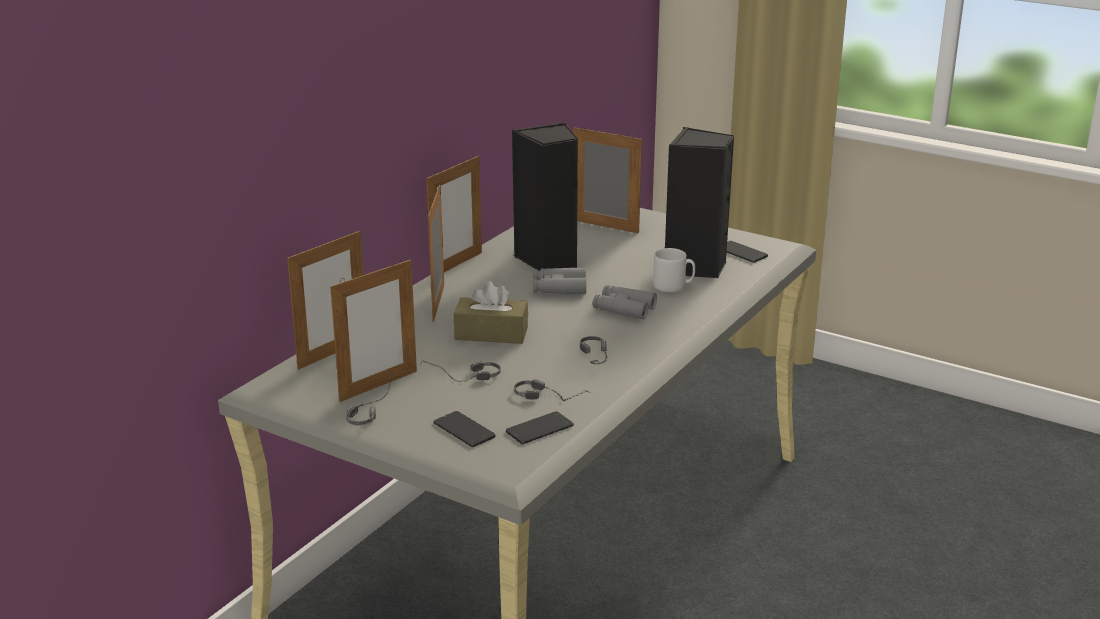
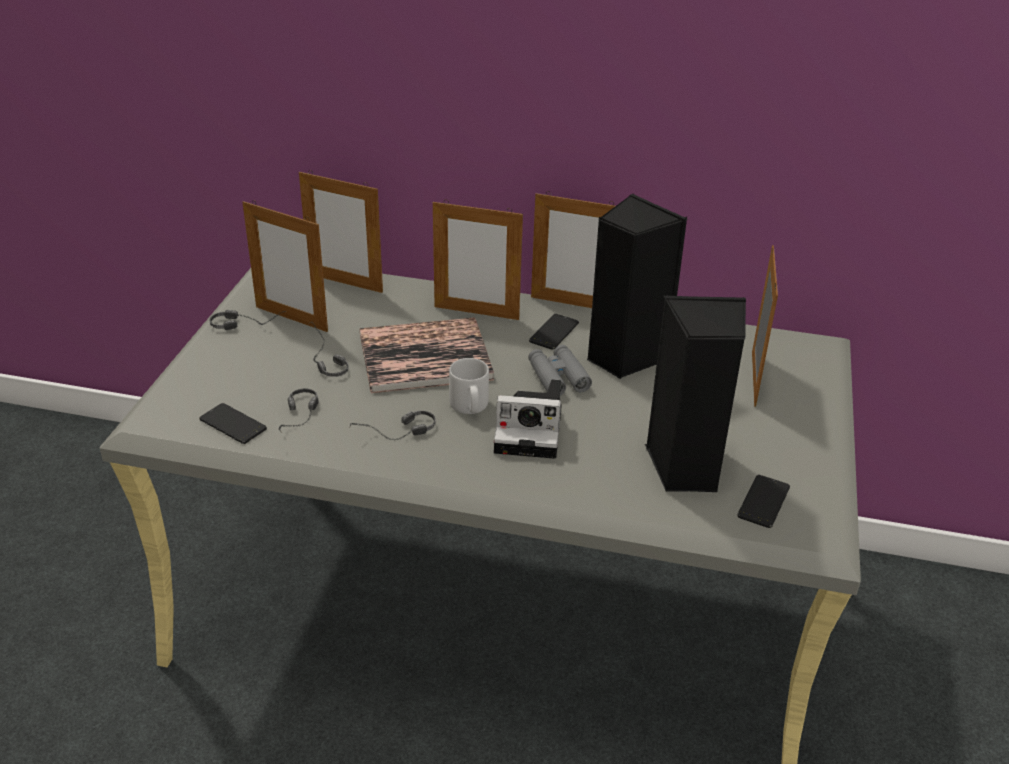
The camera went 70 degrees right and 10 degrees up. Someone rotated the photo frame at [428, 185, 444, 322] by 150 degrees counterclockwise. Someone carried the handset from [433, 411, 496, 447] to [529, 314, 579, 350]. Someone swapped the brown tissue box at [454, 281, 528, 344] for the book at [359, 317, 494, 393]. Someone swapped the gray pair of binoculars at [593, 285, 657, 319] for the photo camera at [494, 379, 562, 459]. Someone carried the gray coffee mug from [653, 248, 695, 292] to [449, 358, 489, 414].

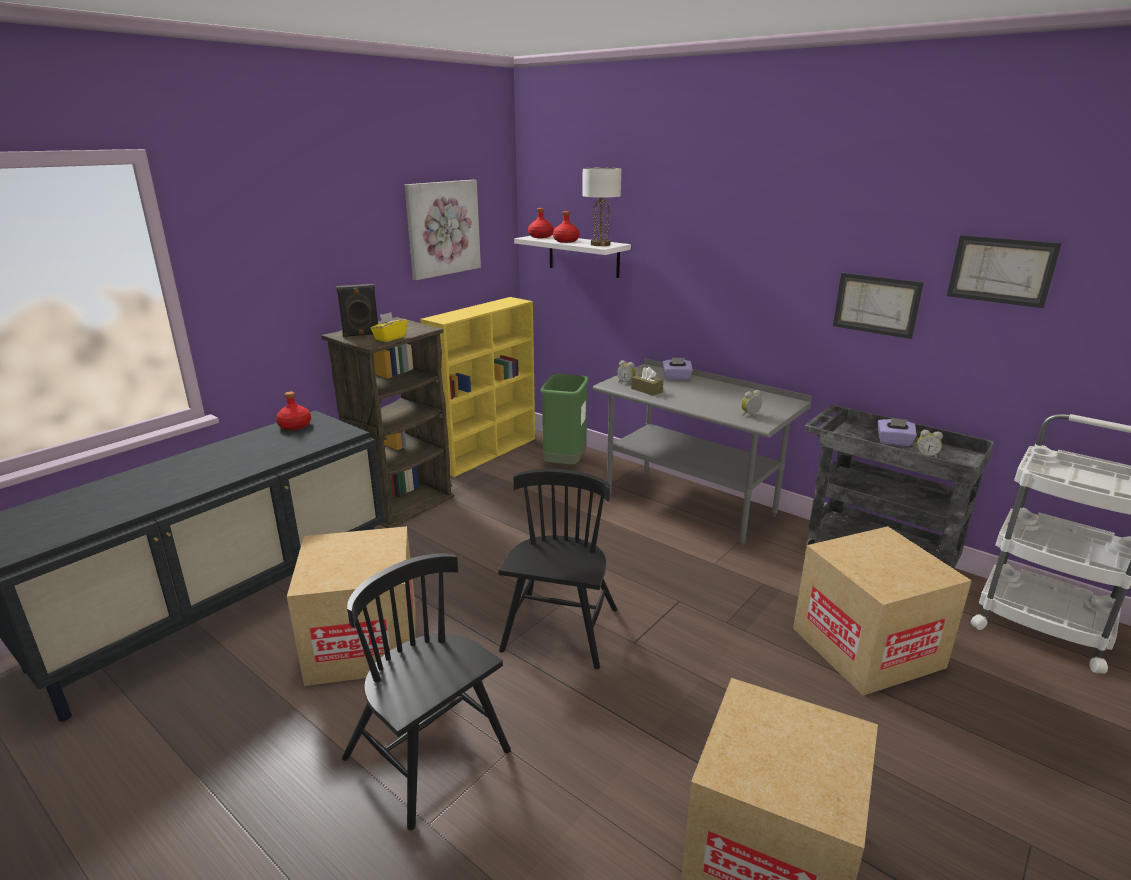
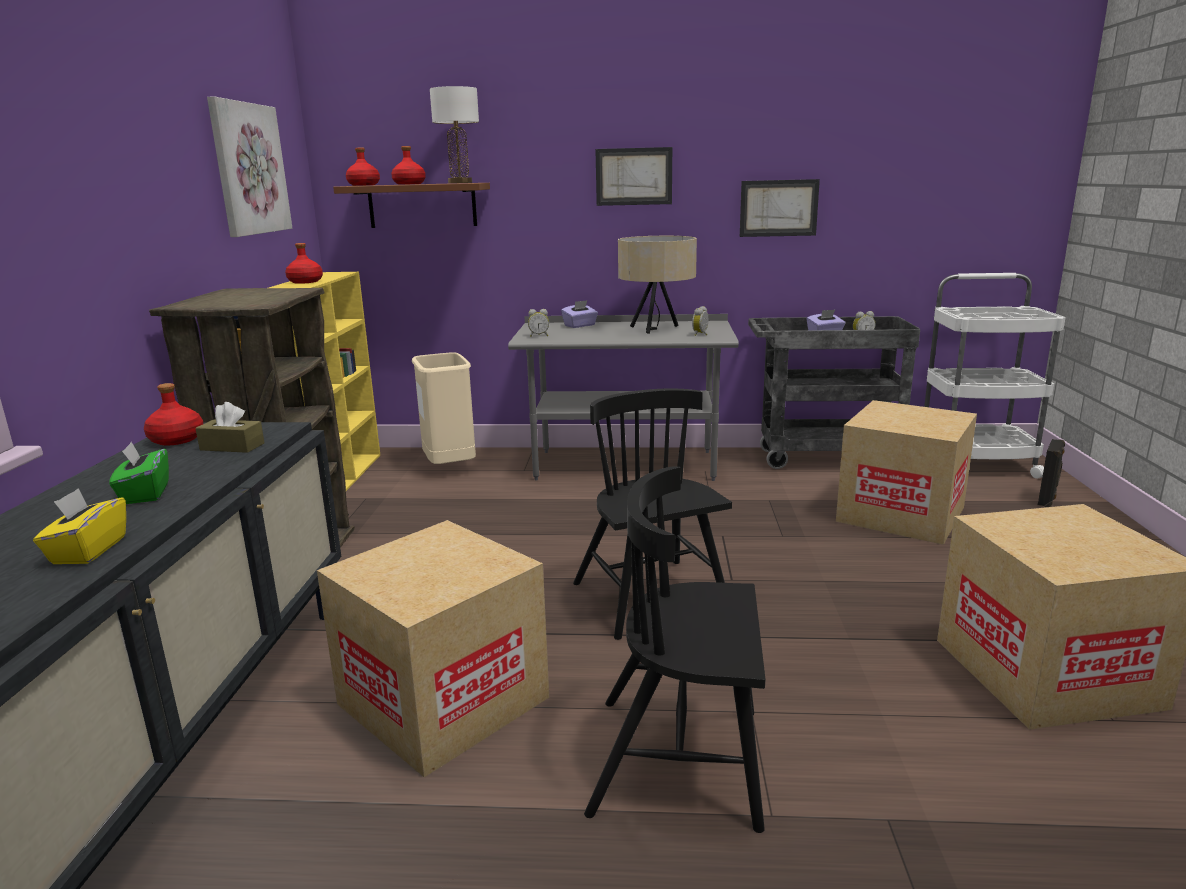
The camera went 35 degrees left and 5 degrees down. Someone carried the black-coloured audio speaker from [336, 284, 378, 337] to [1038, 439, 1065, 507]. Someone carried the yellow-coloured tissue box from [370, 312, 407, 342] to [33, 488, 126, 564]. Someone repainted the white-coloured wall shelf at [514, 235, 631, 278], which became the brown wall shelf at [333, 183, 490, 228]. Someone repainted the green-coloured waste bin at [540, 374, 589, 465], which became the sand-coloured waste bin at [412, 352, 476, 464]. Someone carried the brown tissue box from [631, 367, 663, 396] to [195, 402, 264, 453]. Someone carried the wall picture from [947, 235, 1062, 308] to [595, 147, 672, 206]. Someone put down the green-coloured tissue box at [109, 442, 169, 504]. Someone put down the red bottle at [285, 243, 323, 284]. Someone put down the sand-coloured lamp for a table at [618, 236, 697, 334].

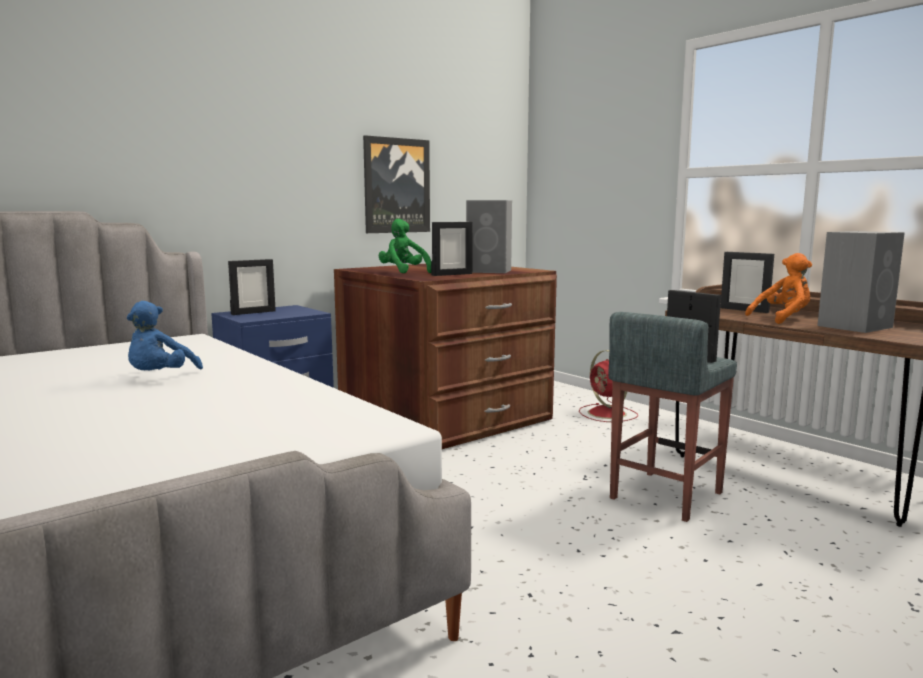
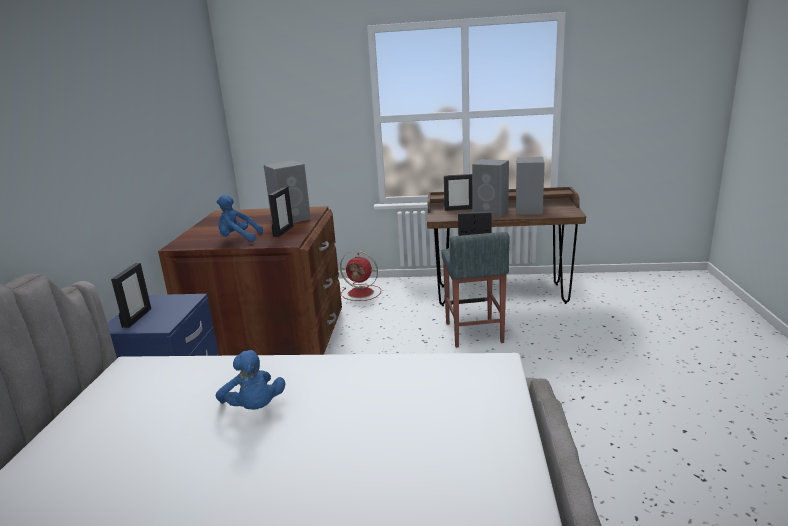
The camera went 45 degrees left and 10 degrees up. Someone took away the wall picture at [363, 135, 430, 233]. Someone repainted the green-coloured plush toy at [379, 219, 431, 273], which became the bluish plush toy at [216, 195, 263, 242]. Someone swapped the orange plush toy at [745, 253, 812, 324] for the gray audio speaker at [472, 159, 509, 217].

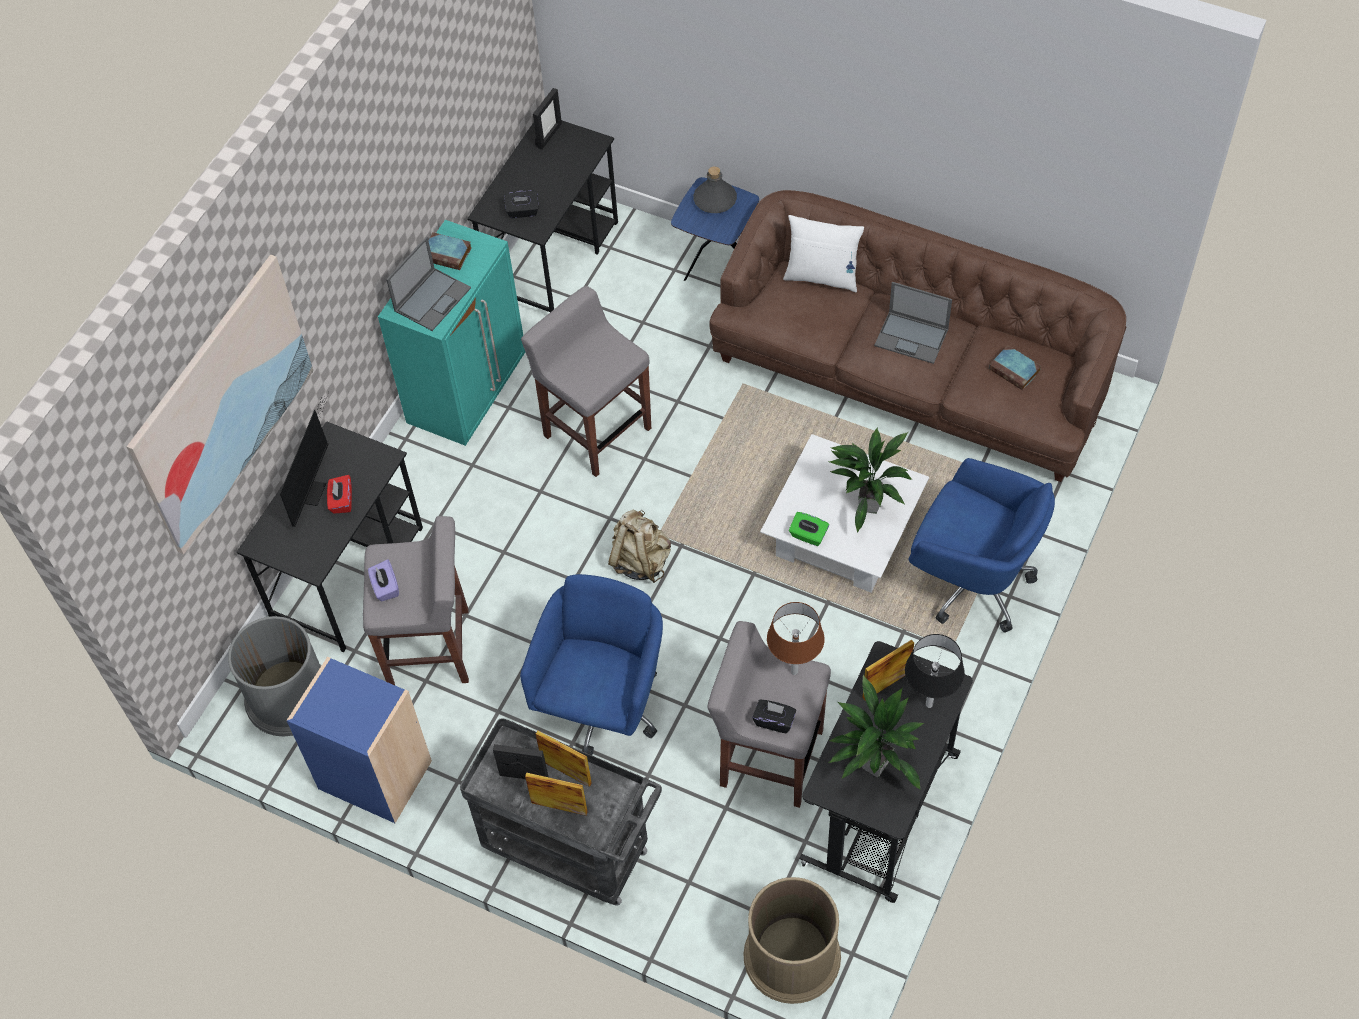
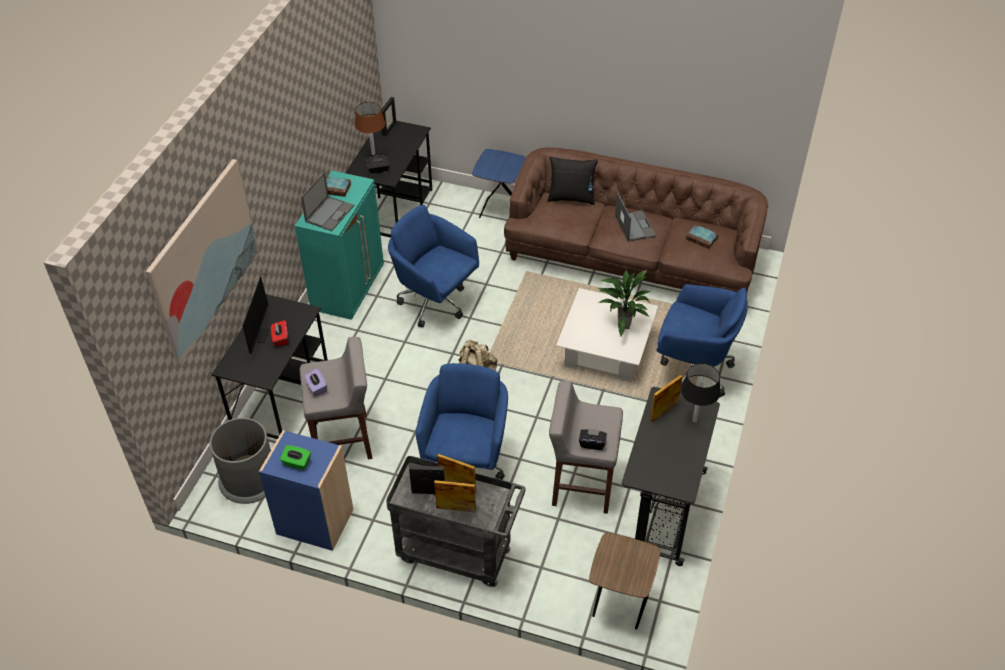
The camera went 10 degrees left and 10 degrees down. Someone swapped the gray sitting stool at [521, 286, 651, 477] for the bluish desk chair at [388, 205, 479, 328]. Someone took away the gray bottle at [693, 166, 737, 213]. Someone swapped the brown waste bin at [743, 877, 841, 1004] for the brown accent table at [589, 533, 660, 630]. Someone carried the brown lamp for a table from [767, 602, 825, 675] to [354, 102, 385, 155]. Someone repainted the white-coloured pillow at [783, 215, 864, 292], which became the black-coloured pillow at [547, 156, 598, 205]. Someone carried the green-coloured tissue box from [789, 512, 829, 546] to [280, 445, 311, 470]. Someone took away the plant in a pot at [829, 675, 924, 789]. Someone rotated the laptop at [874, 282, 952, 364] by 120 degrees counterclockwise.

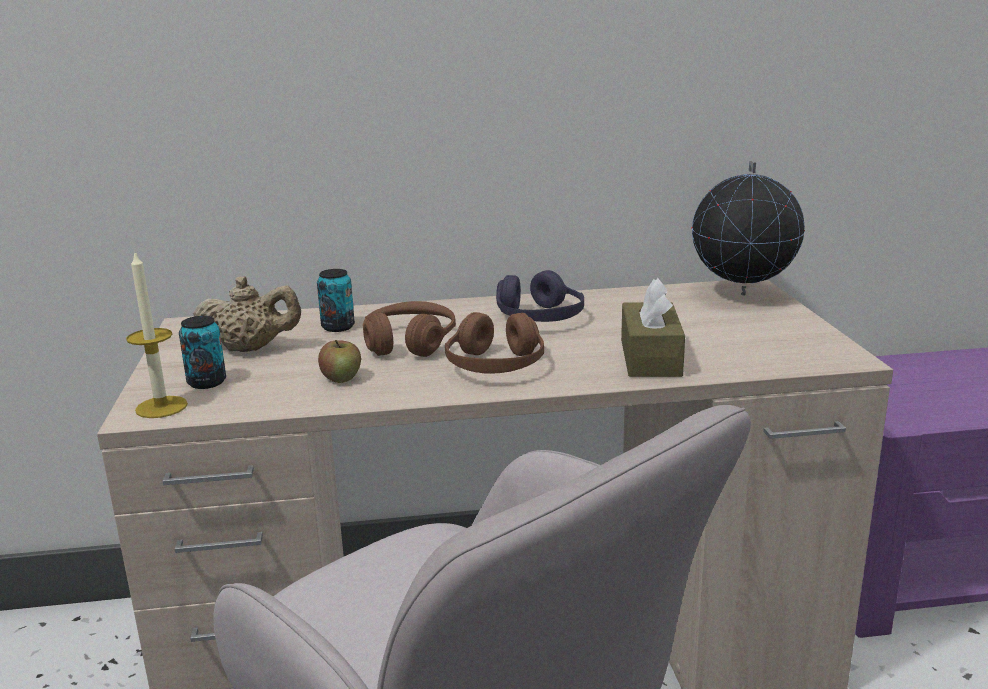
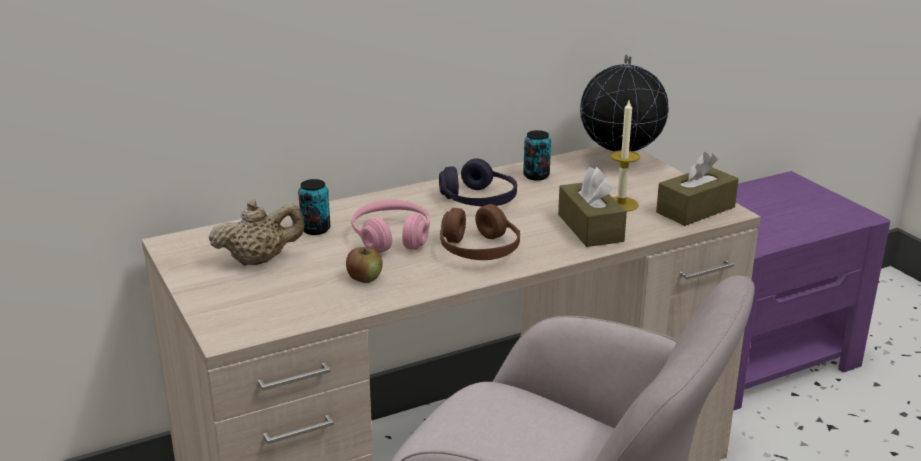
The camera went 20 degrees left and 5 degrees up. Someone carried the wax light from [126, 253, 188, 418] to [610, 101, 640, 212]. Someone carried the metal can from [179, 316, 226, 389] to [523, 130, 551, 181]. Someone repainted the brown headphones at [363, 301, 456, 357], which became the pinkish headphones at [352, 199, 430, 253]. Someone put down the brown tissue box at [656, 152, 739, 226].

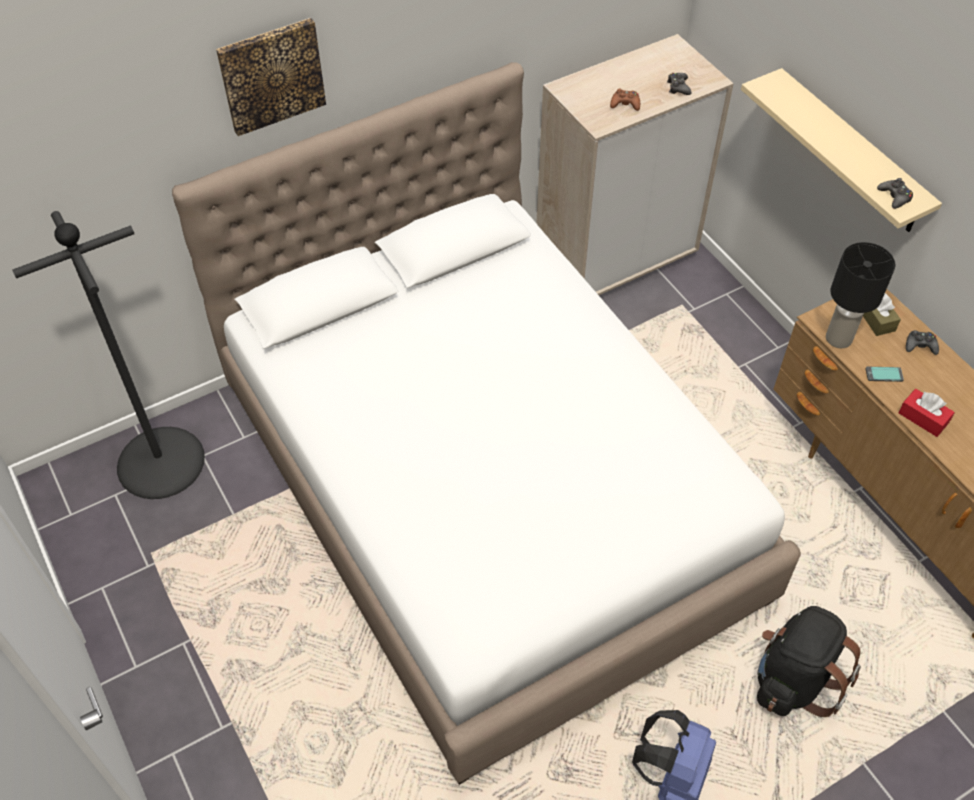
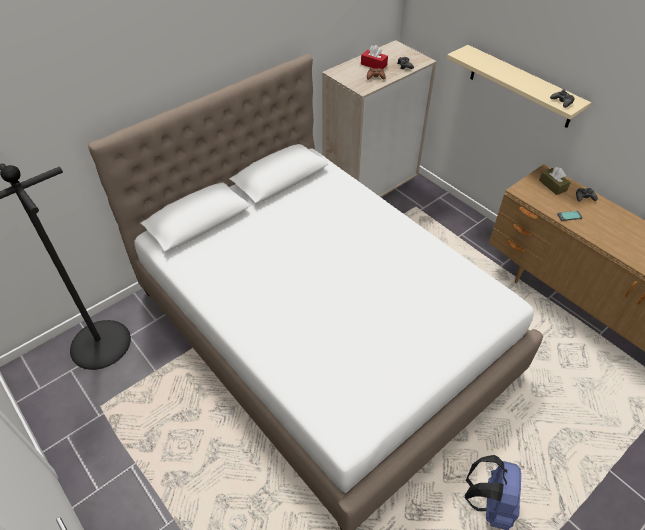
The camera went 10 degrees left and 5 degrees down. Someone took away the wall picture at [216, 18, 326, 136]. Someone took away the black-coloured knapsack at [757, 606, 861, 717]. Someone took away the black-coloured lamp for a table at [826, 242, 895, 348]. Someone carried the red tissue box from [898, 389, 955, 437] to [361, 45, 388, 69].

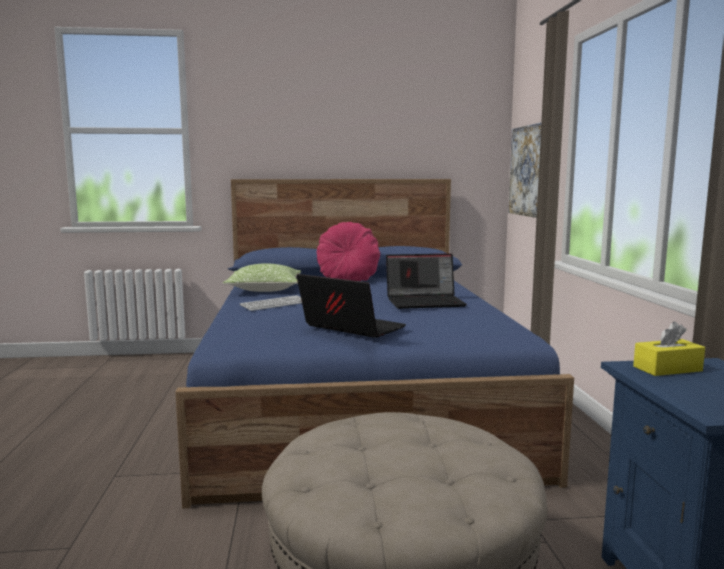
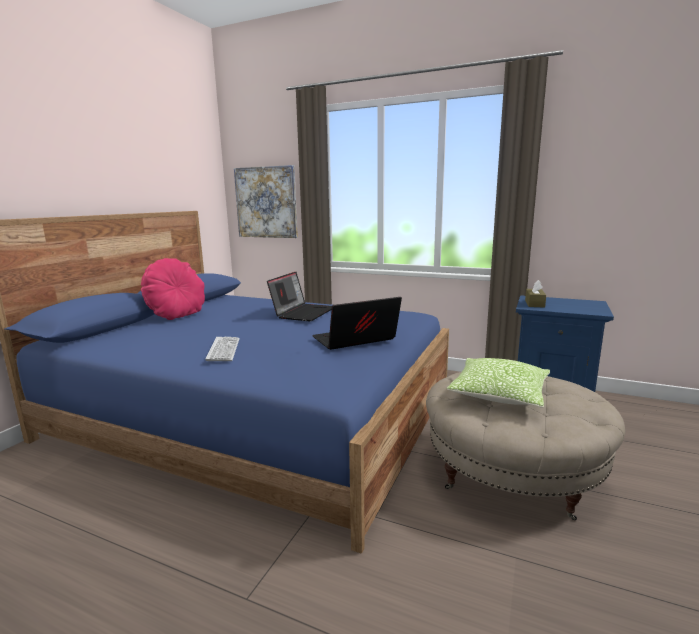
The camera went 60 degrees left and 5 degrees up. Someone carried the pillow from [222, 263, 301, 292] to [447, 358, 550, 408]. Someone repainted the yellow-coloured tissue box at [633, 322, 705, 376], which became the brown tissue box at [525, 280, 546, 308].

